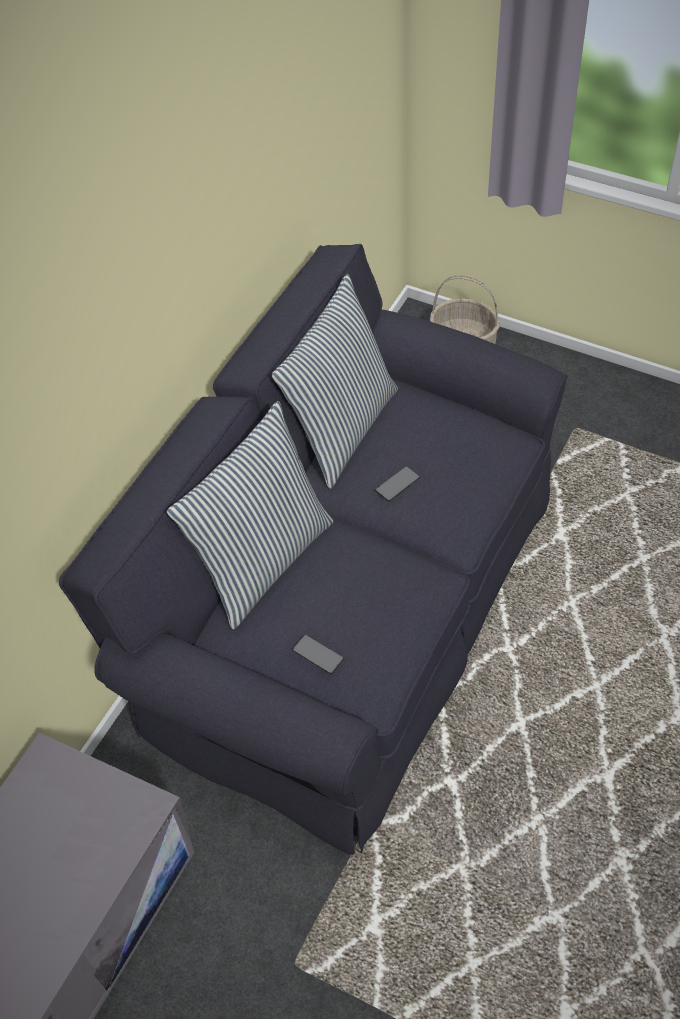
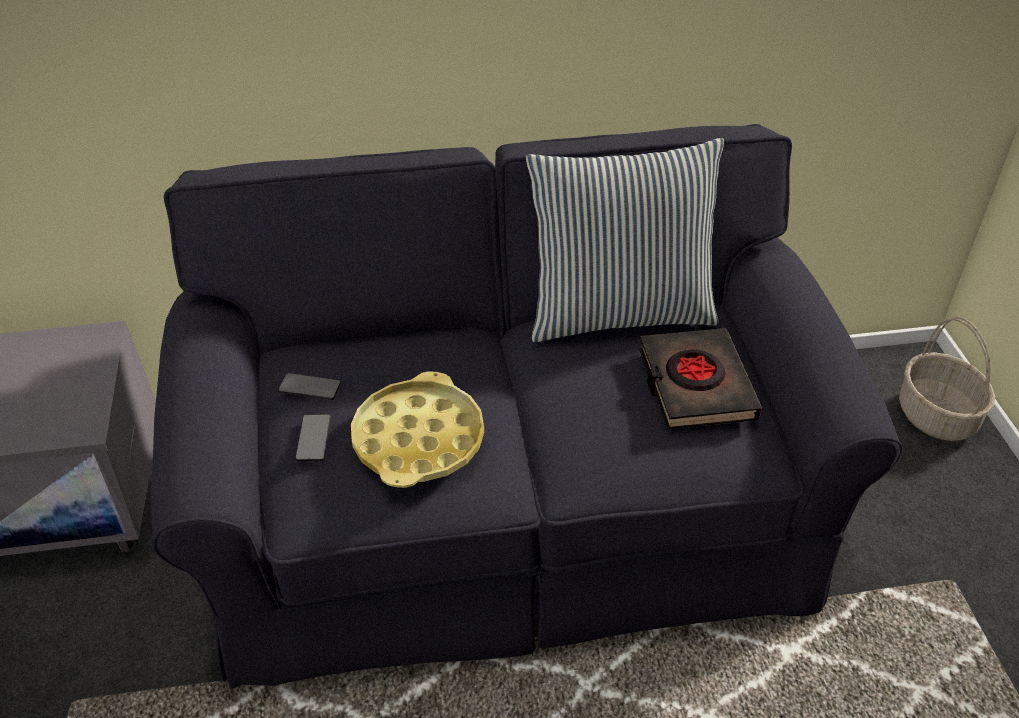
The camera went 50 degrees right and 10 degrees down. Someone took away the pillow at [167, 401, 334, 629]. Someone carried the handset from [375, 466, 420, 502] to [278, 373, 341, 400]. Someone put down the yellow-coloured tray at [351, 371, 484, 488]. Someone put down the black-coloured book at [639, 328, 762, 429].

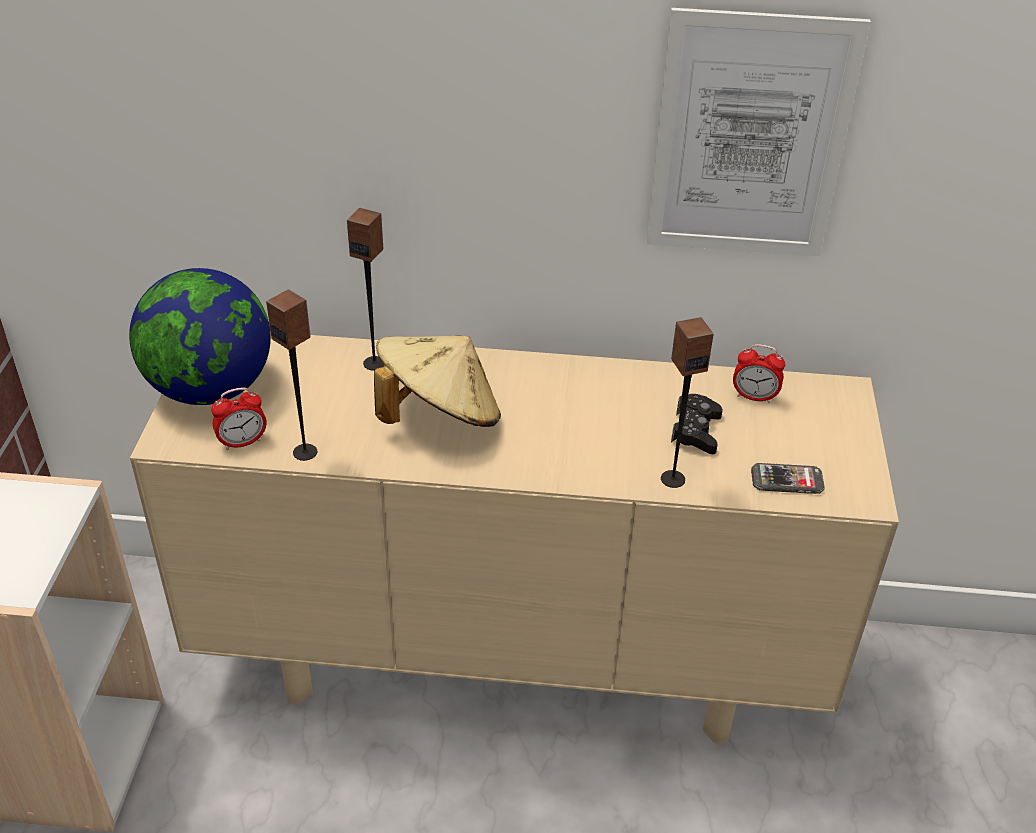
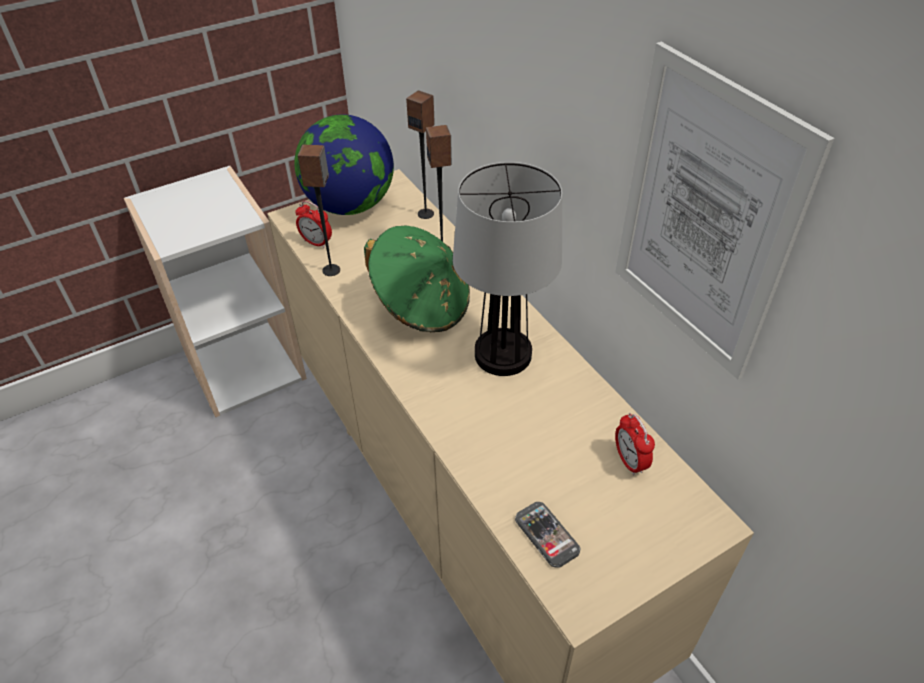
The camera went 55 degrees right and 5 degrees up. Someone repainted the sand-coloured clothing hat at [374, 336, 501, 427], which became the green-coloured clothing hat at [364, 225, 470, 332]. Someone carried the audio speaker from [661, 317, 713, 488] to [406, 90, 435, 219]. Someone took away the black-coloured joypad at [671, 394, 723, 454]. Someone put down the lamp for a table at [453, 162, 562, 376].

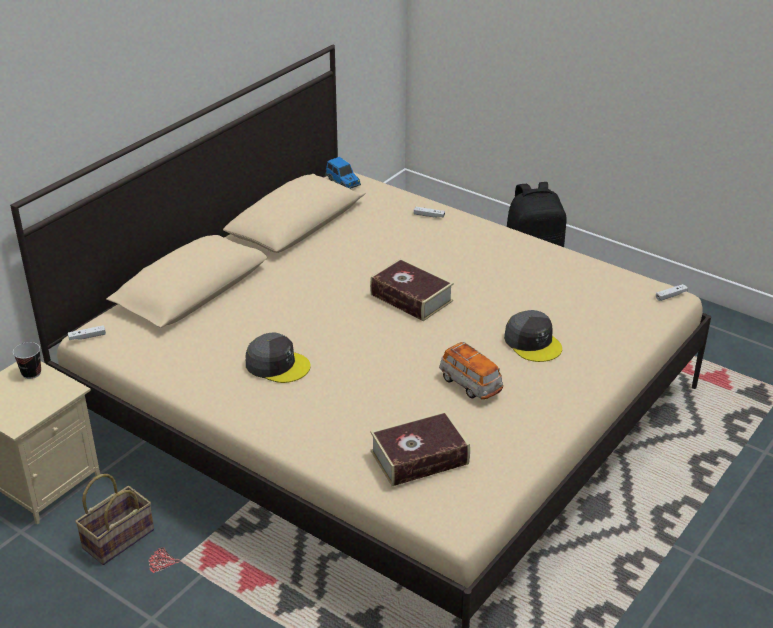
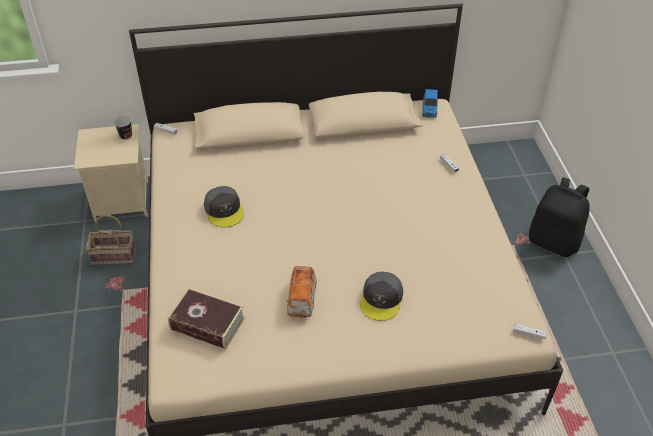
The camera went 45 degrees right and 10 degrees up. Someone took away the book at [370, 258, 454, 321].

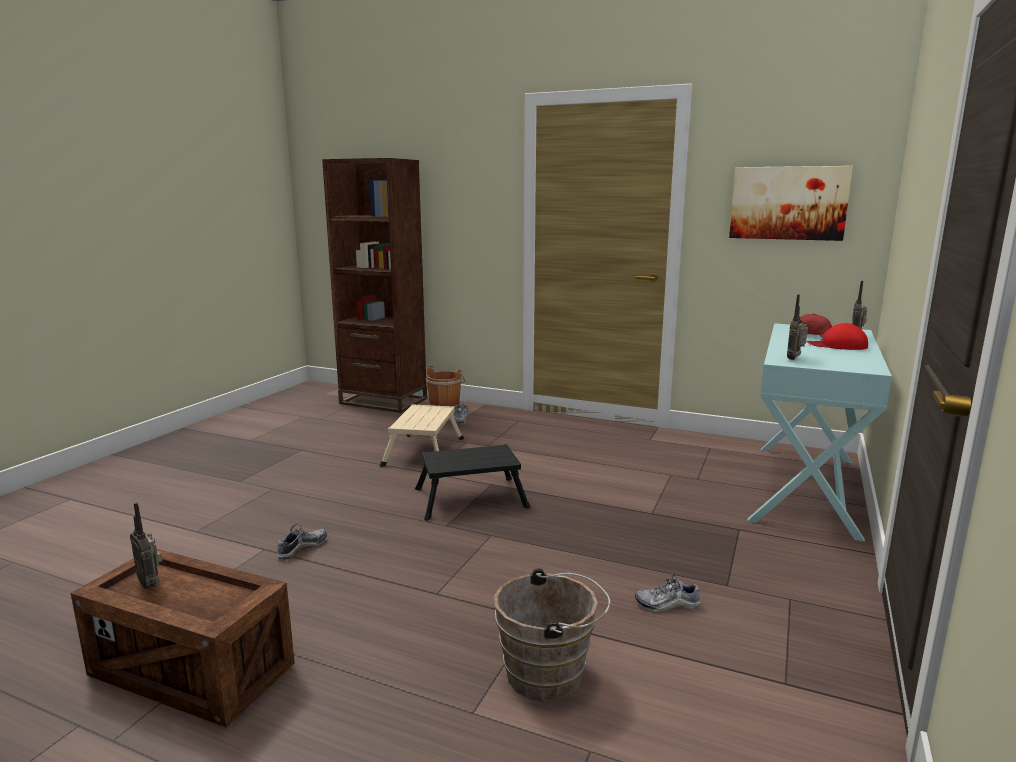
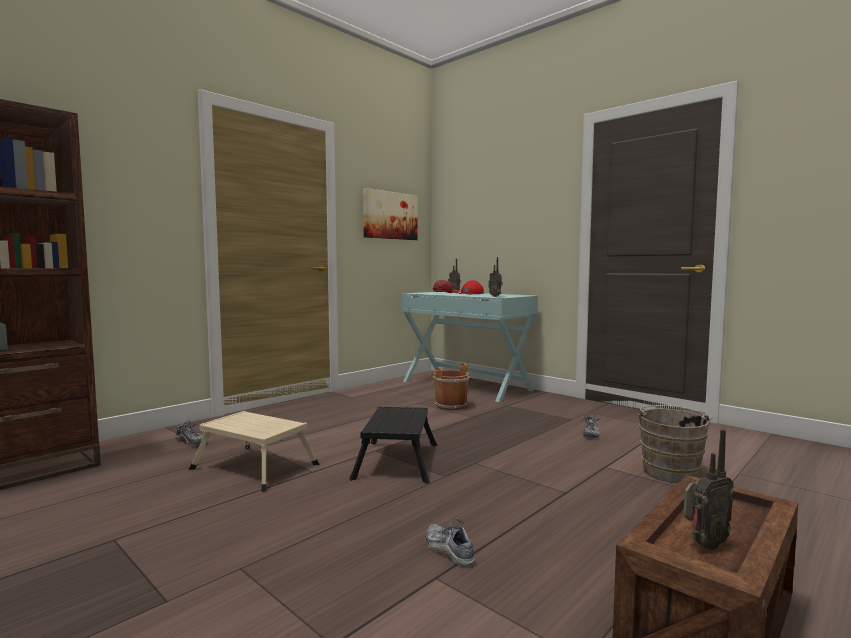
The camera went 70 degrees left and 10 degrees down. Someone carried the brown bucket from [426, 365, 465, 410] to [430, 363, 470, 410].

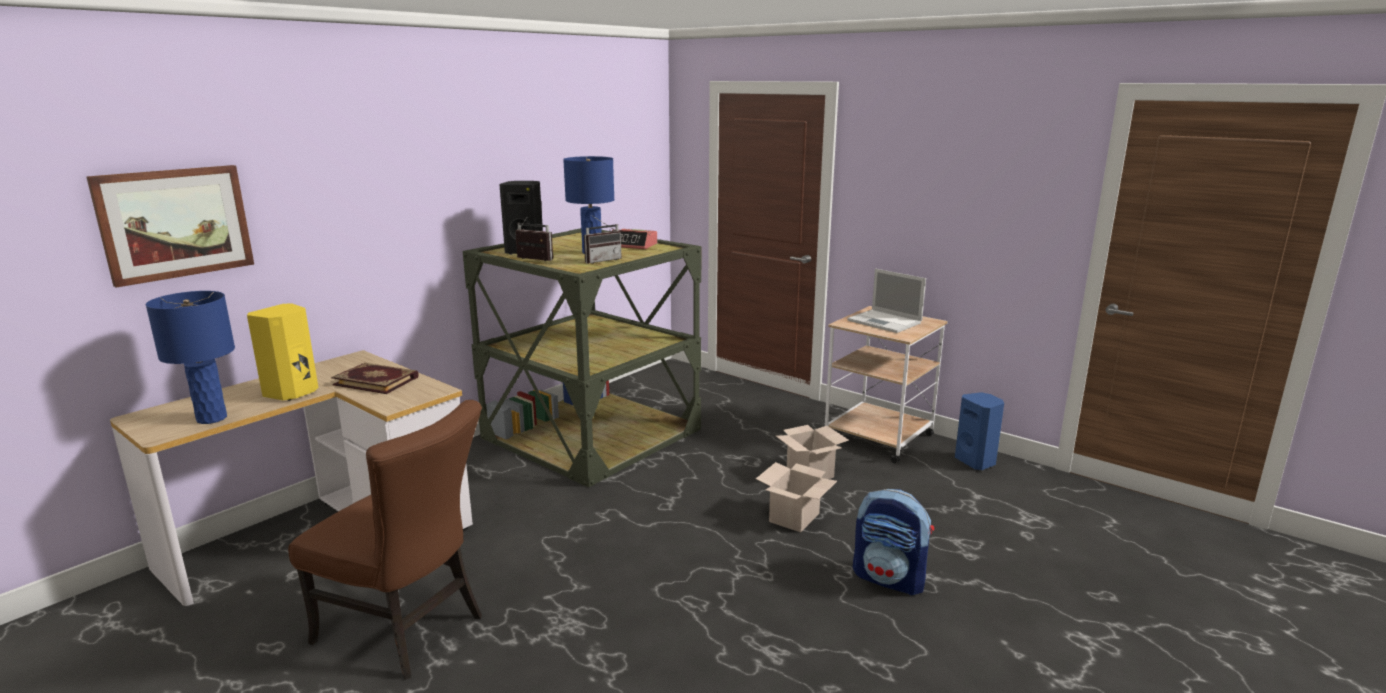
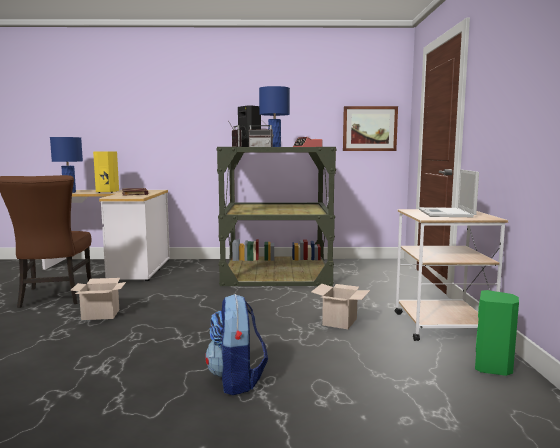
The camera went 50 degrees right and 10 degrees down. Someone carried the wall picture from [87, 165, 254, 287] to [343, 106, 398, 151]. Someone carried the cardboard box from [756, 462, 837, 532] to [70, 278, 126, 320]. Someone repainted the bluish audio speaker at [955, 392, 1004, 470], which became the green-coloured audio speaker at [475, 290, 519, 376].

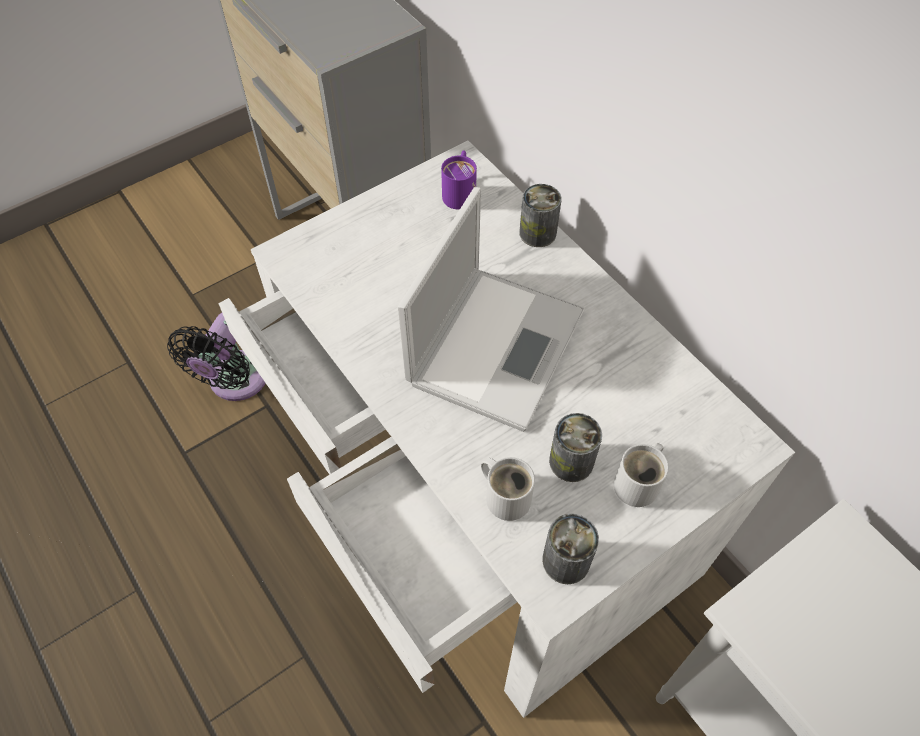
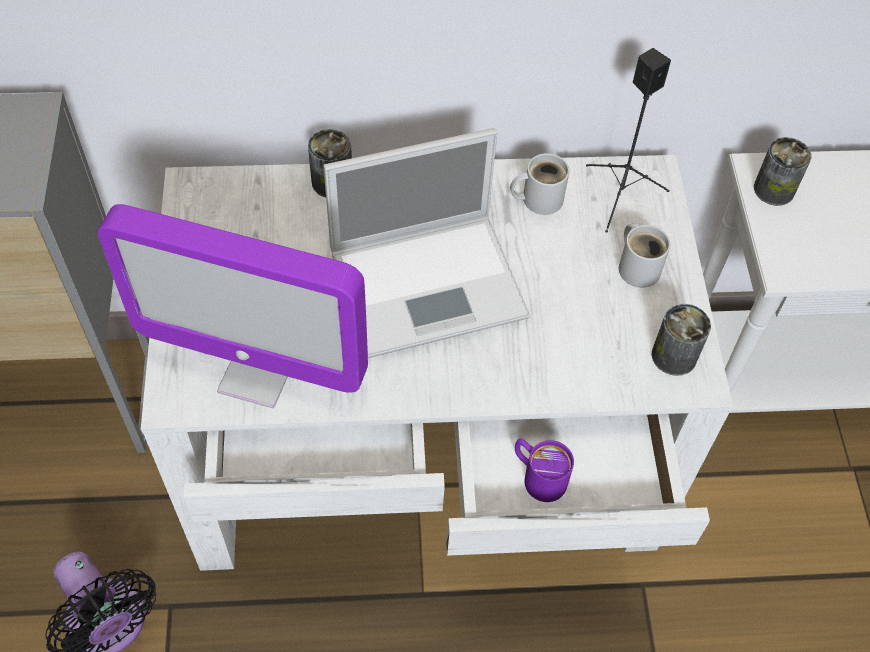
The camera went 60 degrees left and 0 degrees up. Someone rotated the laptop at [398, 187, 585, 432] by 105 degrees clockwise. Someone carried the purple coffee mug from [441, 151, 477, 210] to [515, 438, 574, 502]. Someone carried the white-coloured coffee mug from [481, 457, 535, 521] to [510, 153, 569, 215]. Someone carried the metal can from [549, 413, 602, 482] to [754, 137, 812, 206]. Someone put down the computer screen at [97, 204, 368, 408]. Someone put down the black-coloured audio speaker at [586, 48, 671, 233].

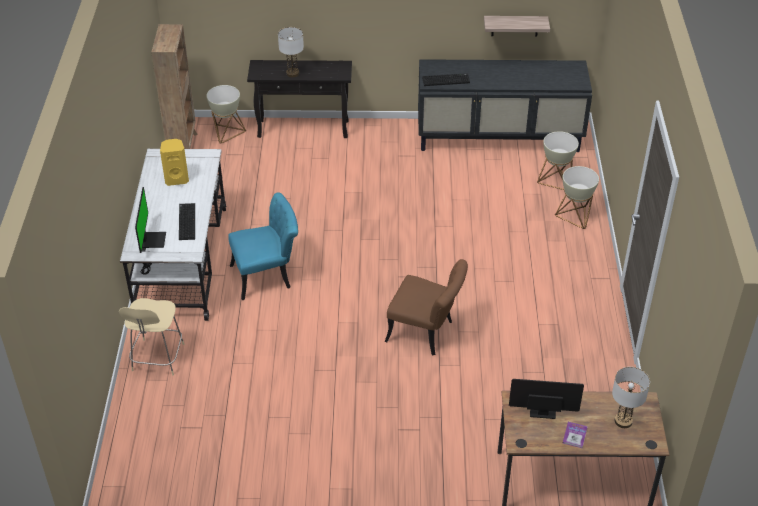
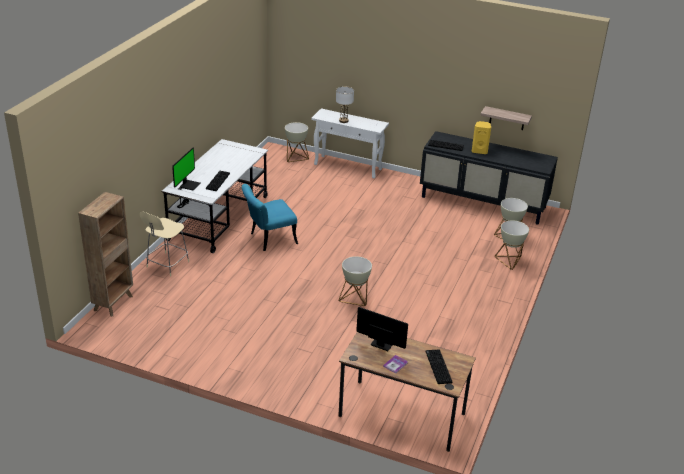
The camera went 20 degrees right and 10 degrees down. Someone carried the brown bookshelf from [151, 24, 198, 149] to [78, 192, 133, 317]. Someone carried the yellow-coloured audio speaker from [160, 139, 189, 186] to [471, 121, 491, 154]. Someone rotated the turquoise upright chair at [228, 192, 298, 300] by 150 degrees clockwise. Someone repainted the black-coloured hall table at [247, 60, 352, 138], which became the white-coloured hall table at [311, 108, 389, 178]. Someone swapped the brown upright chair at [385, 259, 468, 355] for the plant pot at [339, 256, 372, 306]. Someone swapped the lamp for a table at [612, 367, 650, 428] for the PC keyboard at [426, 350, 452, 384].

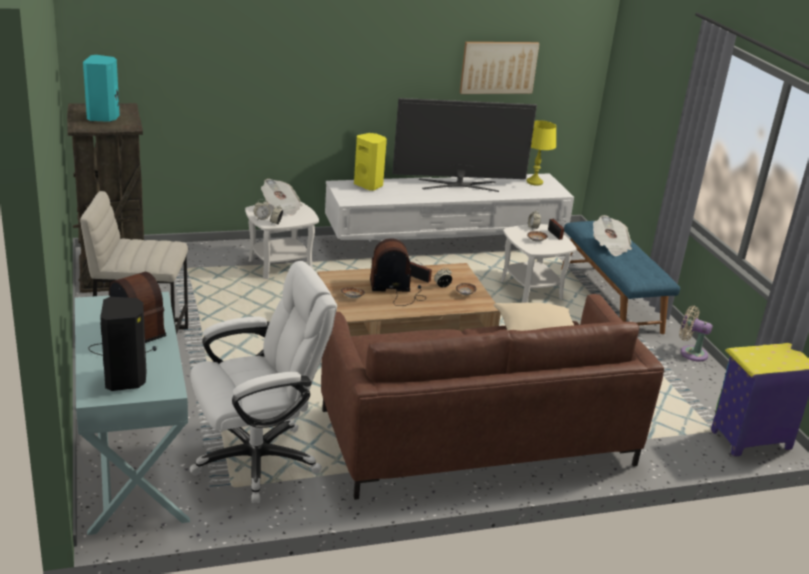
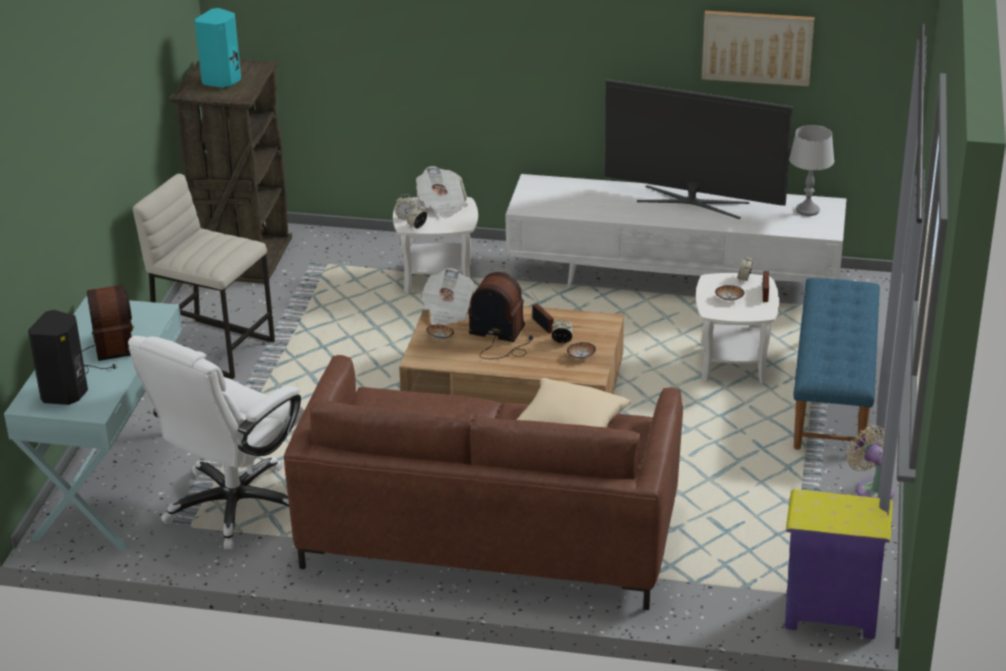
The camera went 30 degrees right and 5 degrees up. Someone rotated the white-coloured desk chair at [190, 261, 337, 503] by 120 degrees clockwise. Someone took away the yellow-coloured audio speaker at [354, 133, 387, 191]. Someone repainted the yellow-coloured lamp for a table at [527, 120, 556, 186], which became the gray lamp for a table at [789, 125, 834, 216]. Someone carried the daily paper from [593, 215, 632, 256] to [421, 268, 476, 325].

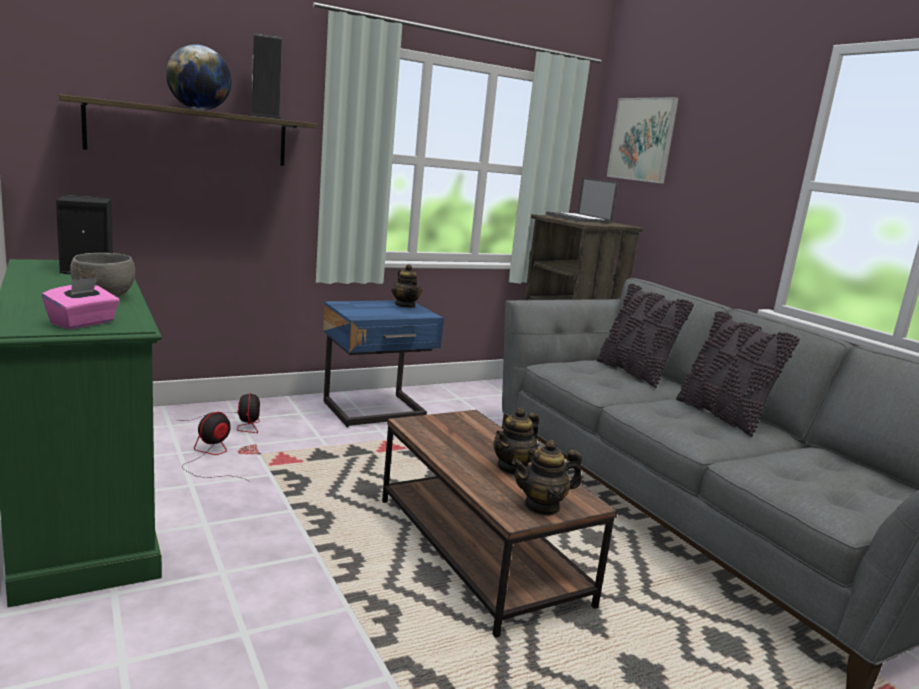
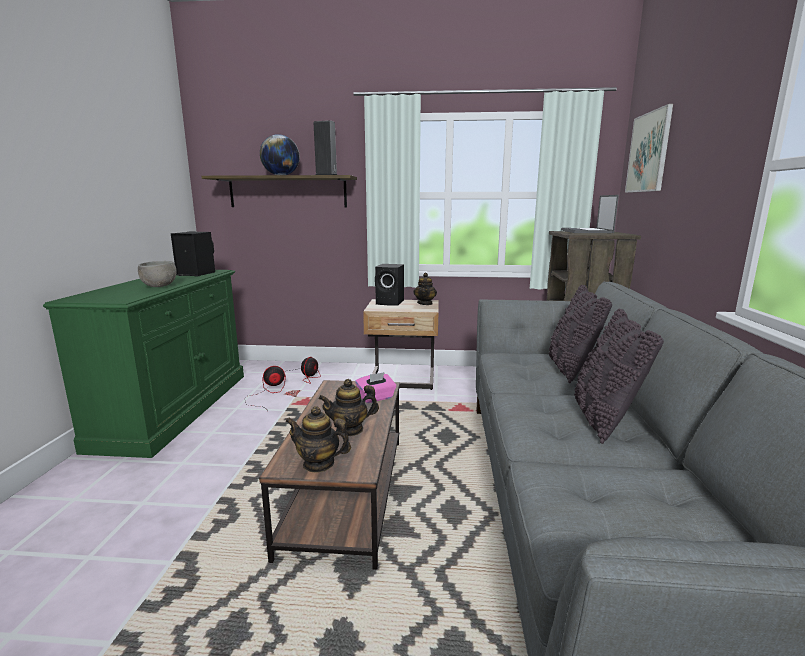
The camera went 35 degrees right and 0 degrees up. Someone carried the pinkish tissue box from [42, 277, 120, 329] to [355, 372, 396, 403]. Someone repainted the bluish night table at [323, 300, 444, 427], which became the sand-coloured night table at [363, 299, 439, 390]. Someone put down the black-coloured audio speaker at [375, 264, 404, 306].

